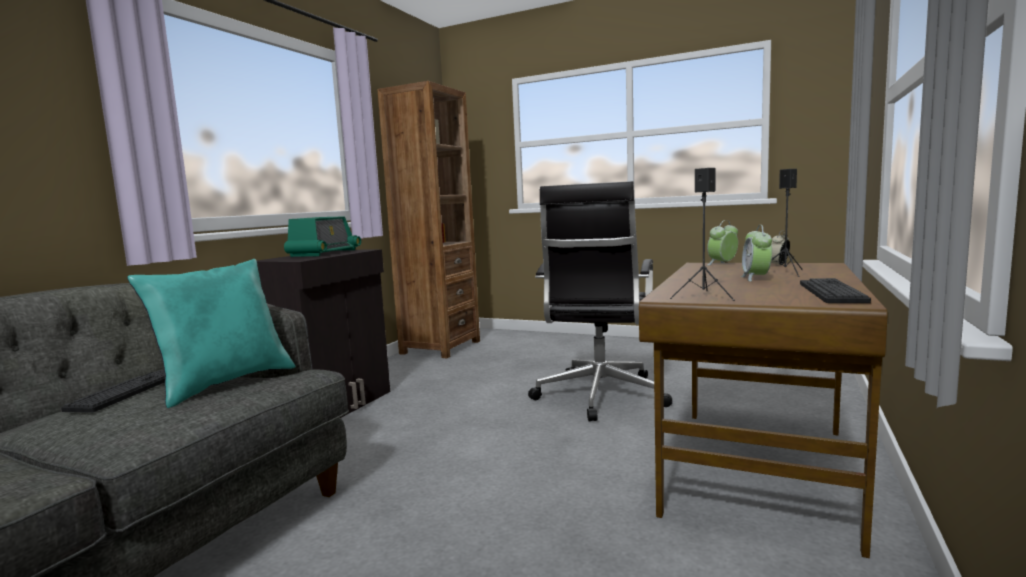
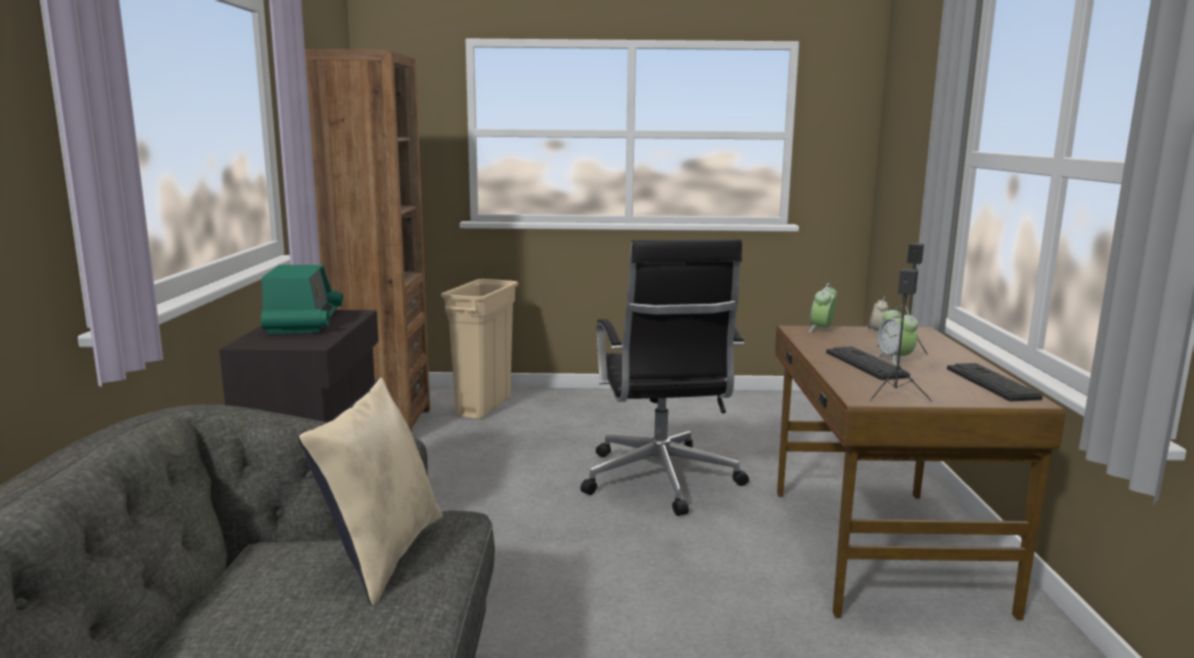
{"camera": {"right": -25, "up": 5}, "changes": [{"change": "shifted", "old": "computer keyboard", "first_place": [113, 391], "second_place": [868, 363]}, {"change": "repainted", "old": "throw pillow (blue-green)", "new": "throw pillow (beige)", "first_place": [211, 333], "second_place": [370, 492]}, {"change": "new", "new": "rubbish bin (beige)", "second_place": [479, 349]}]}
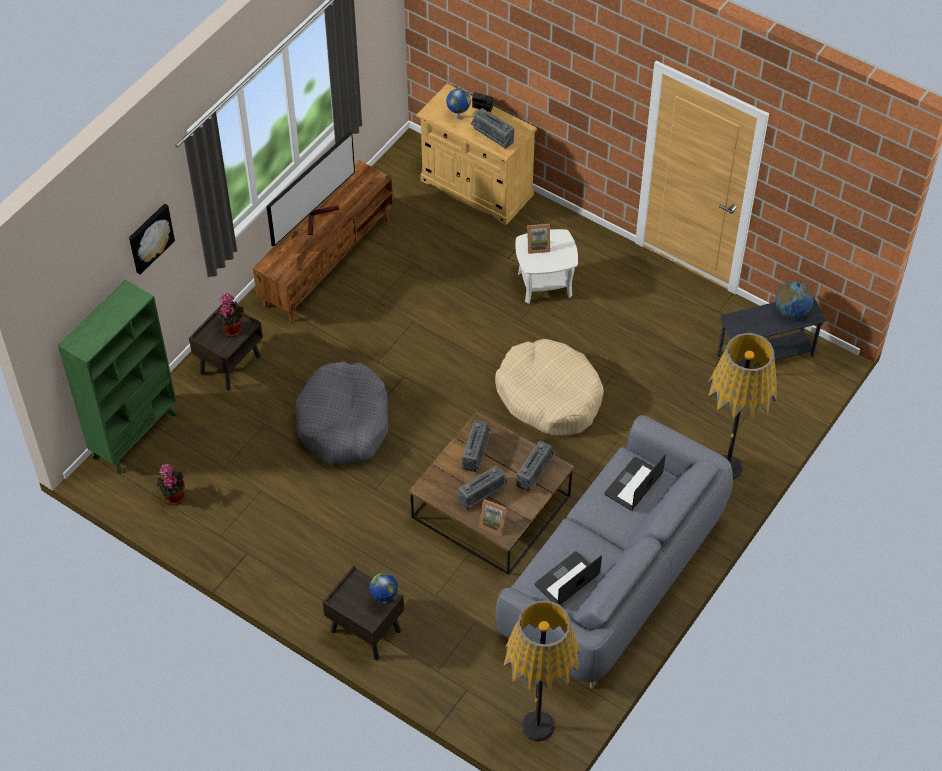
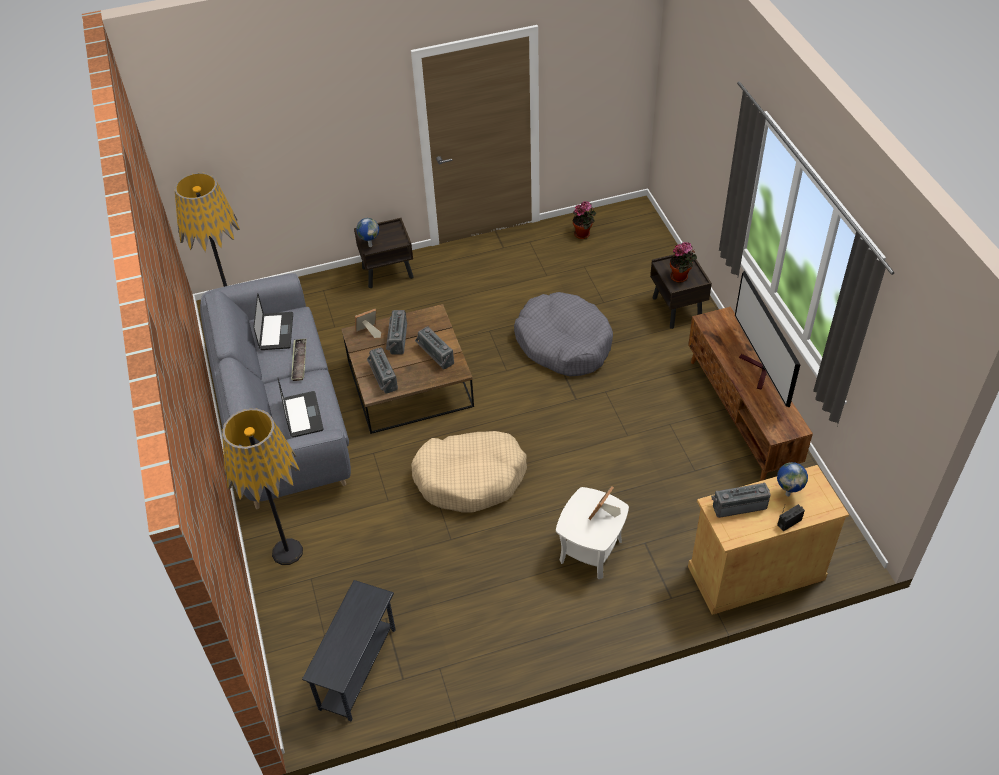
{"camera": {"right": 130, "up": -5}, "changes": [{"change": "gone", "old": "bookshelf (green)", "first_place": [117, 377]}, {"change": "gone", "old": "picture", "first_place": [152, 239]}, {"change": "gone", "old": "desk globe", "first_place": [794, 300]}, {"change": "new", "new": "carrying tray", "second_place": [298, 360]}]}
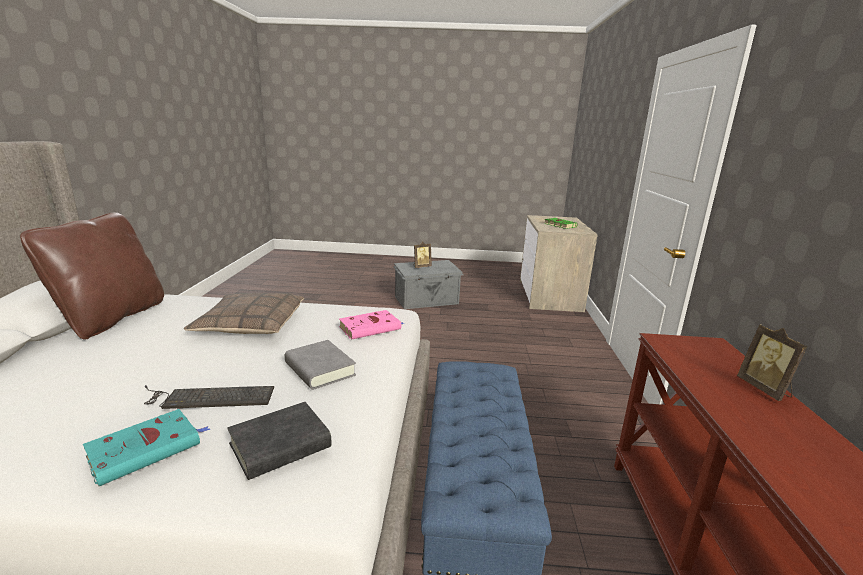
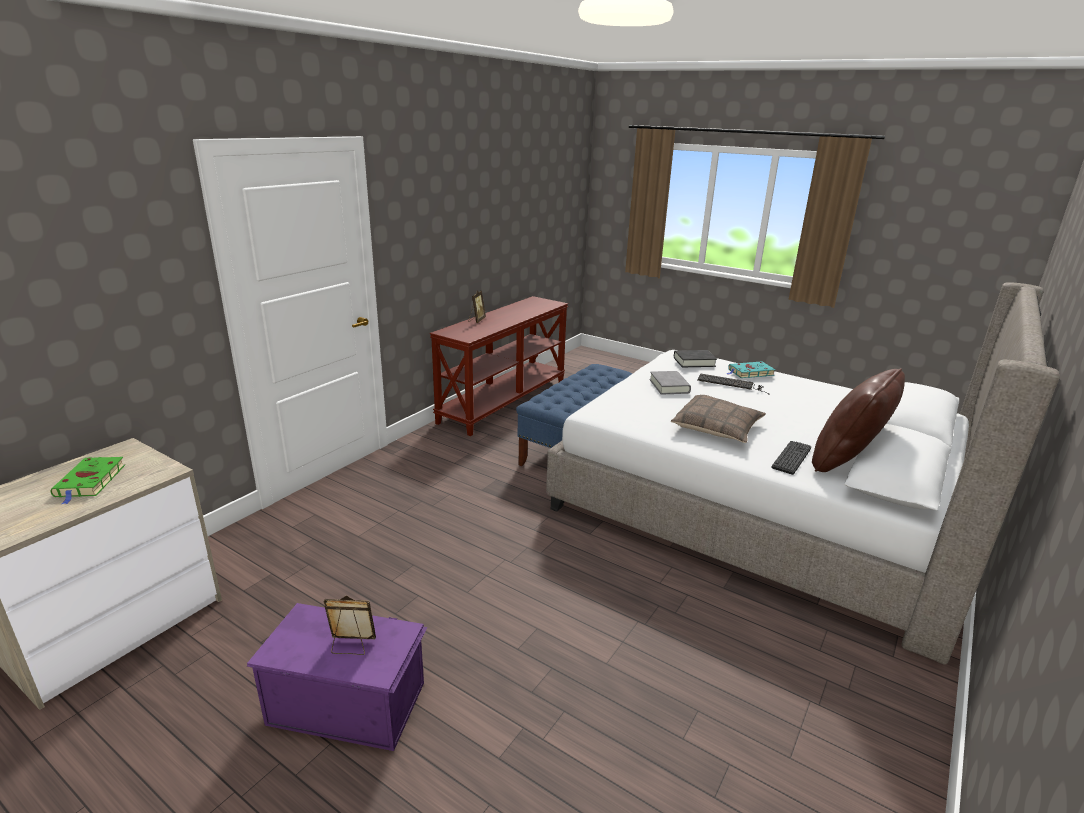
{"camera": {"right": -150, "up": 5}, "changes": [{"change": "gone", "old": "bound book (pink)", "first_place": [371, 325]}, {"change": "repainted", "old": "storage bin (grey)", "new": "storage bin (purplish)", "first_place": [428, 284], "second_place": [337, 677]}, {"change": "new", "new": "computer keyboard", "second_place": [791, 458]}]}
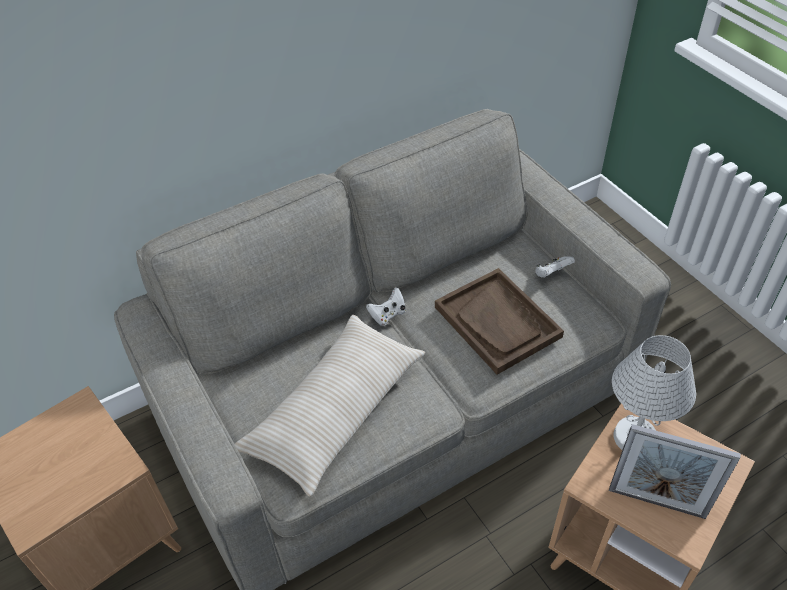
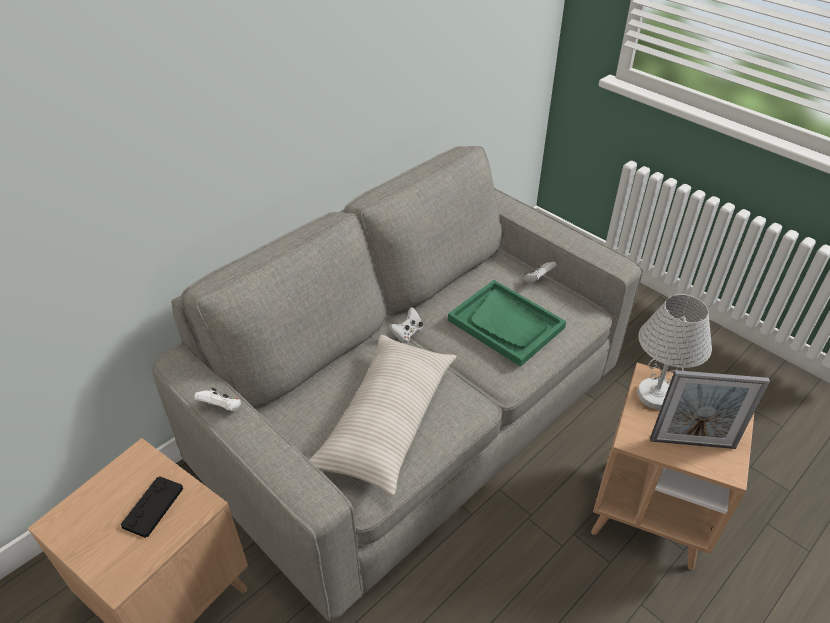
{"camera": {"right": -15, "up": -5}, "changes": [{"change": "repainted", "old": "carrying tray (brown-coloured)", "new": "carrying tray (green)", "first_place": [499, 321], "second_place": [507, 323]}, {"change": "new", "new": "game controller (black-coloured)", "second_place": [152, 507]}, {"change": "new", "new": "game controller (white)", "second_place": [217, 399]}]}
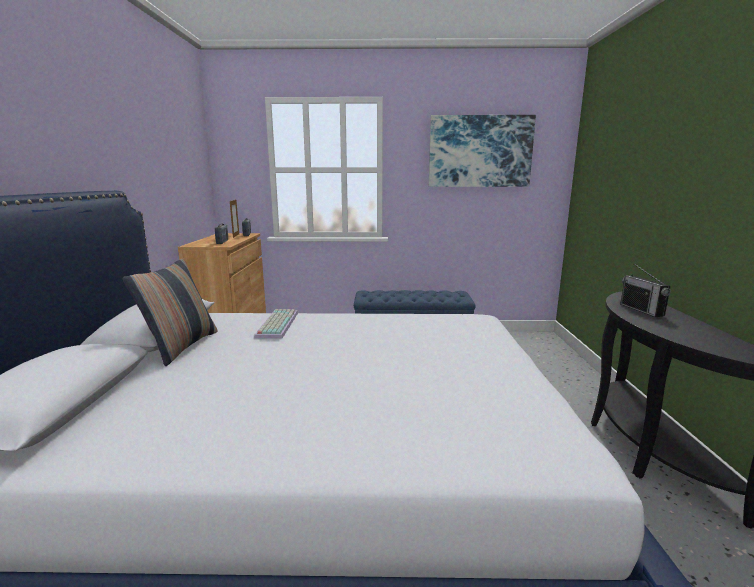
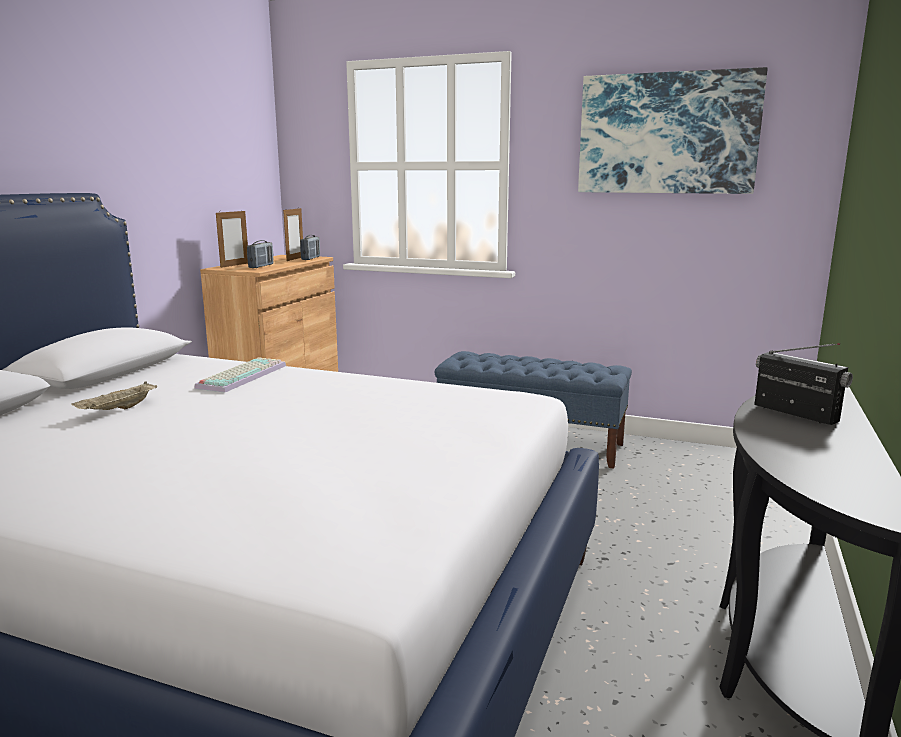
{"camera": {"right": 20, "up": 0}, "changes": [{"change": "gone", "old": "throw pillow", "first_place": [170, 312]}, {"change": "rotated", "old": "radio", "first_place": [645, 290], "second_place": [803, 384], "degrees": 135}, {"change": "new", "new": "carrying tray (beige)", "second_place": [114, 395]}, {"change": "new", "new": "picture frame", "second_place": [232, 239]}]}
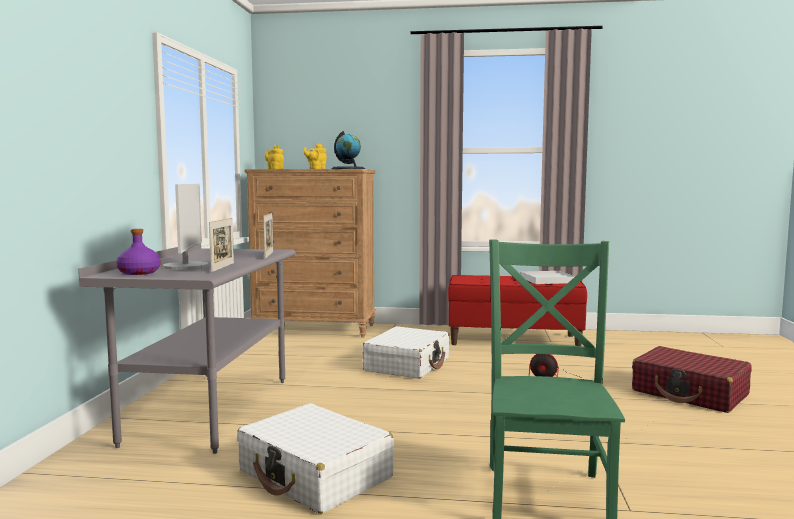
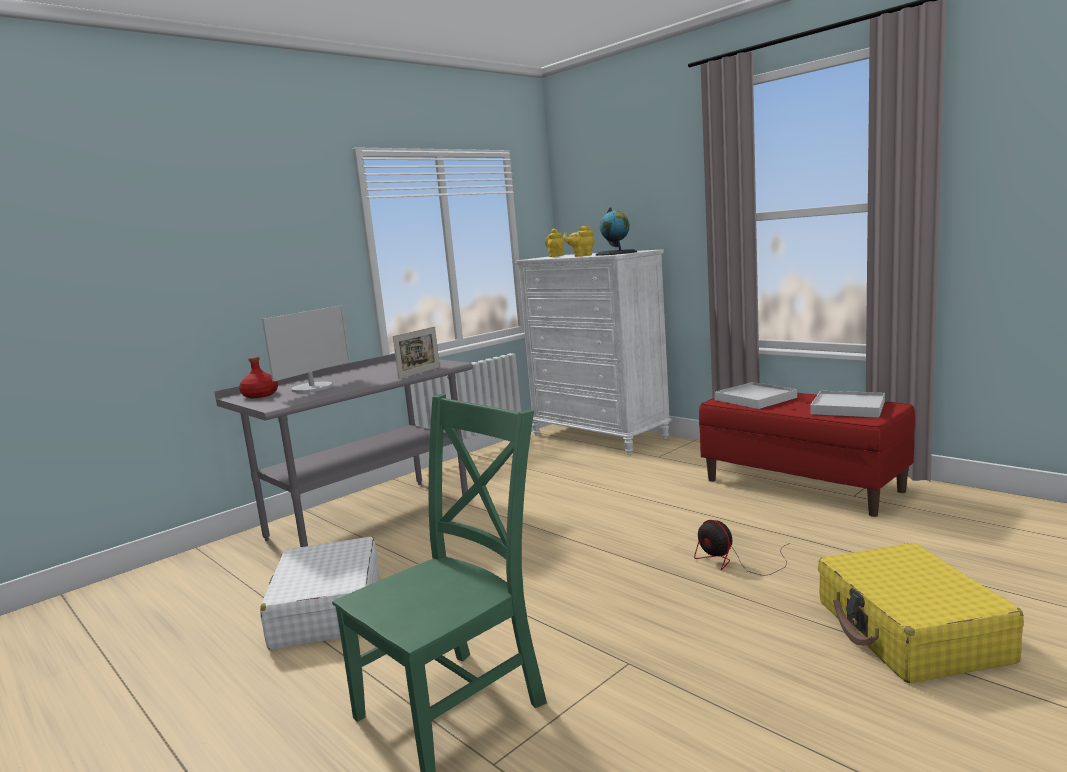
{"camera": {"right": 40, "up": 5}, "changes": [{"change": "repainted", "old": "drink bottle (purplish)", "new": "drink bottle (red-coloured)", "first_place": [138, 252], "second_place": [258, 377]}, {"change": "gone", "old": "picture frame", "first_place": [221, 245]}, {"change": "repainted", "old": "chest of drawers (brown-coloured)", "new": "chest of drawers (white)", "first_place": [310, 253], "second_place": [593, 352]}, {"change": "gone", "old": "travel case (white)", "first_place": [405, 352]}, {"change": "repainted", "old": "travel case (red-coloured)", "new": "travel case (yellow)", "first_place": [692, 379], "second_place": [921, 613]}, {"change": "new", "new": "carrying tray (white)", "second_place": [755, 395]}]}
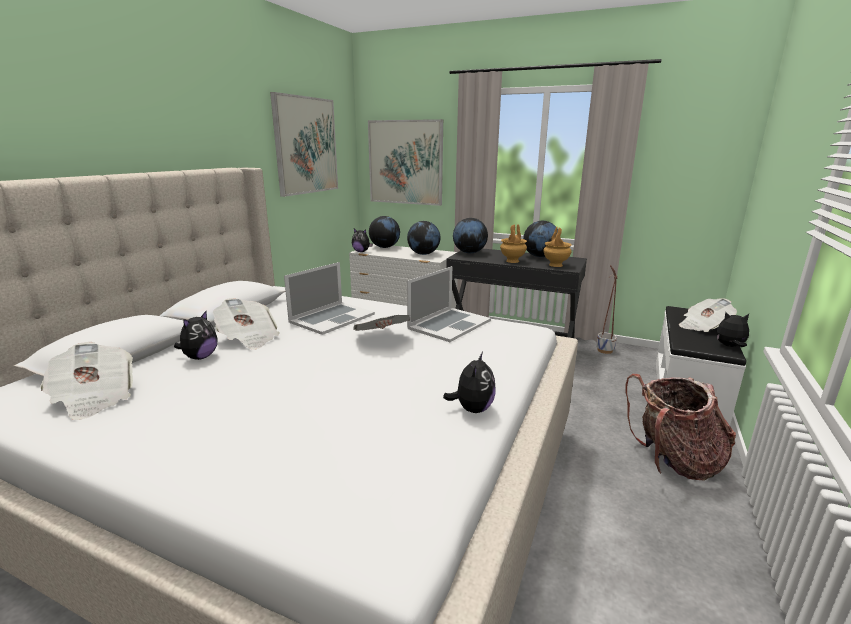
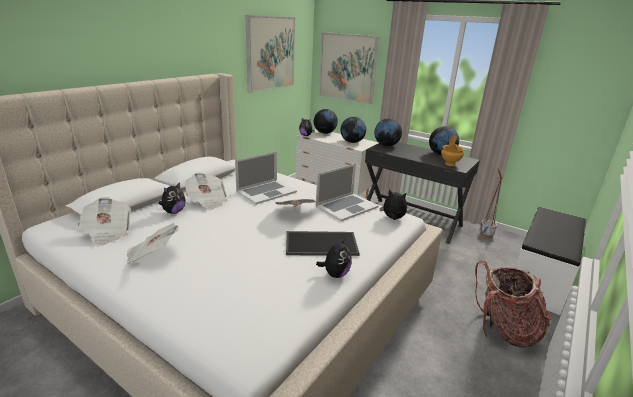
{"camera": {"right": 10, "up": 5}, "changes": [{"change": "gone", "old": "flower vase (brown-coloured)", "first_place": [513, 243]}, {"change": "shifted", "old": "printed paper", "first_place": [708, 315], "second_place": [153, 243]}, {"change": "shifted", "old": "soft toy", "first_place": [733, 329], "second_place": [393, 204]}, {"change": "new", "new": "carrying tray", "second_place": [323, 243]}]}
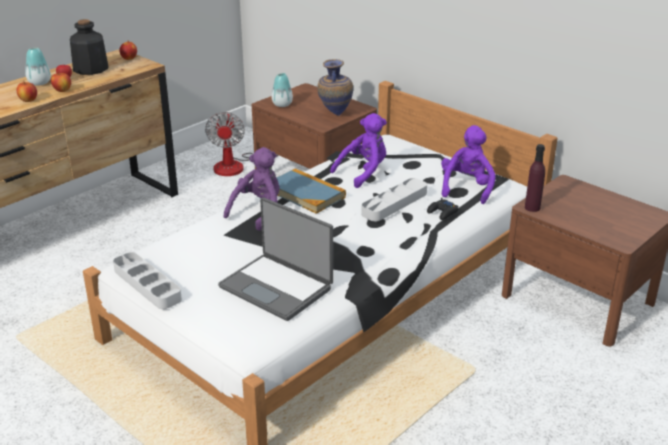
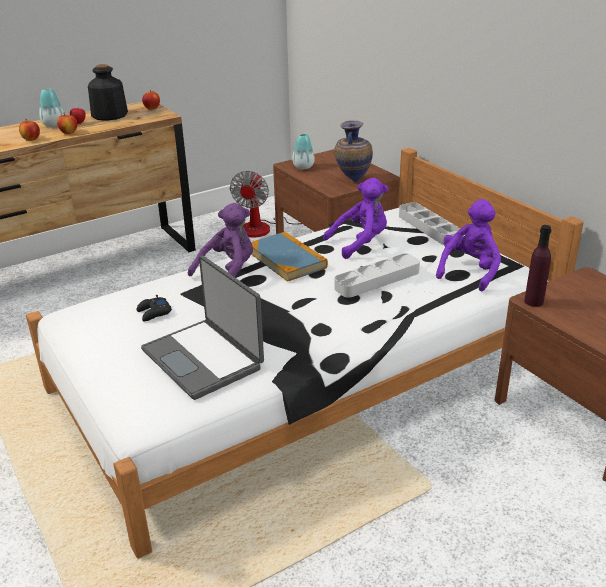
{"camera": {"right": 15, "up": 0}, "changes": [{"change": "shifted", "old": "carrying tray (grey)", "first_place": [147, 280], "second_place": [430, 223]}, {"change": "shifted", "old": "game controller (black-coloured)", "first_place": [443, 209], "second_place": [154, 308]}]}
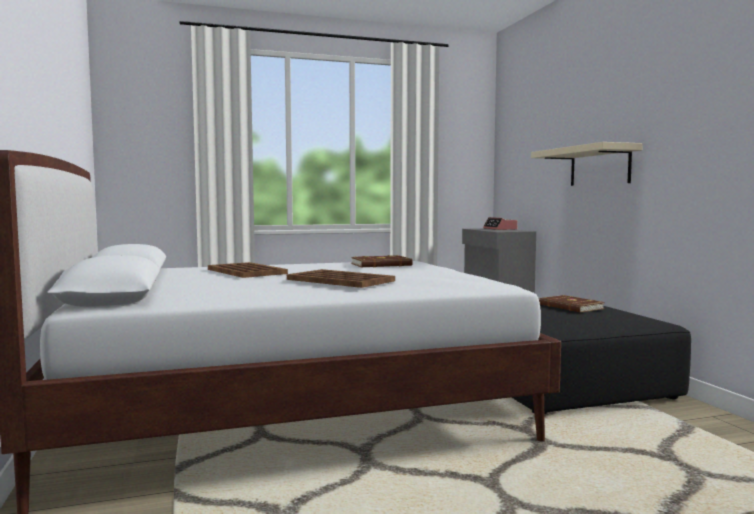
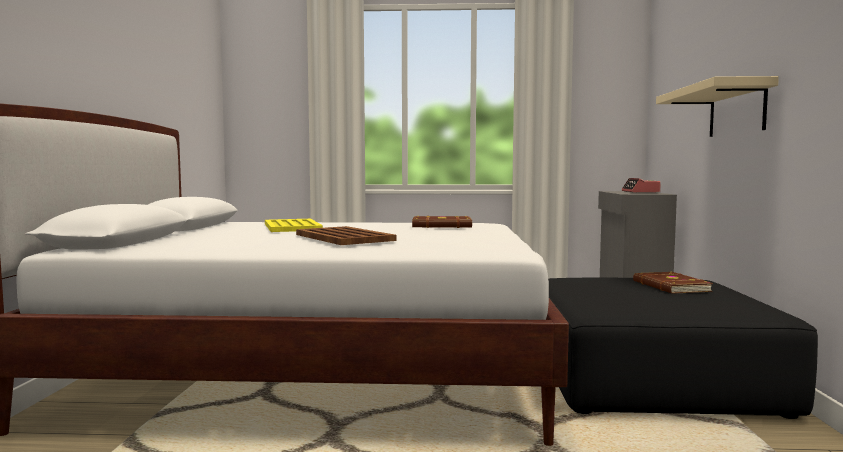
{"camera": {"right": 20, "up": 0}, "changes": [{"change": "repainted", "old": "carrying tray (brown-coloured)", "new": "carrying tray (yellow)", "first_place": [248, 270], "second_place": [294, 225]}]}
